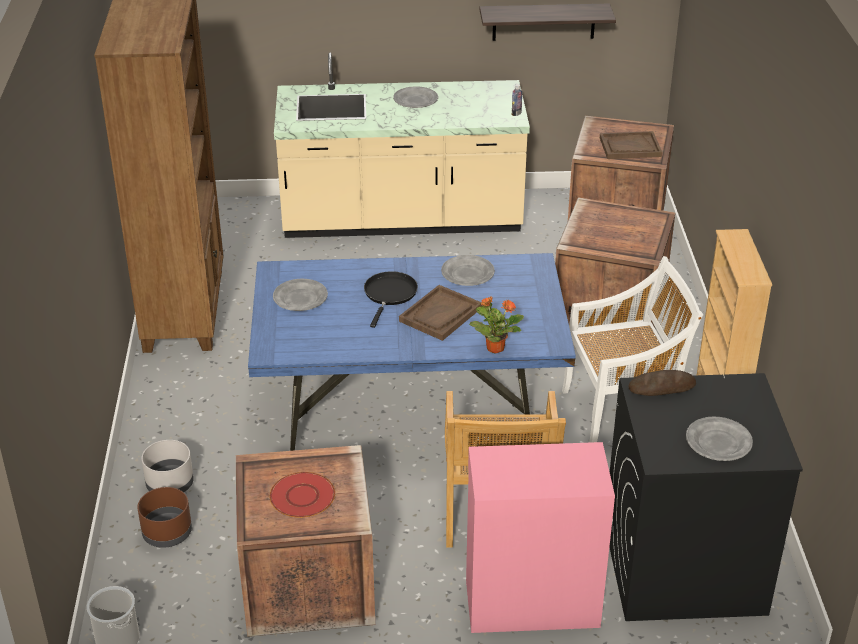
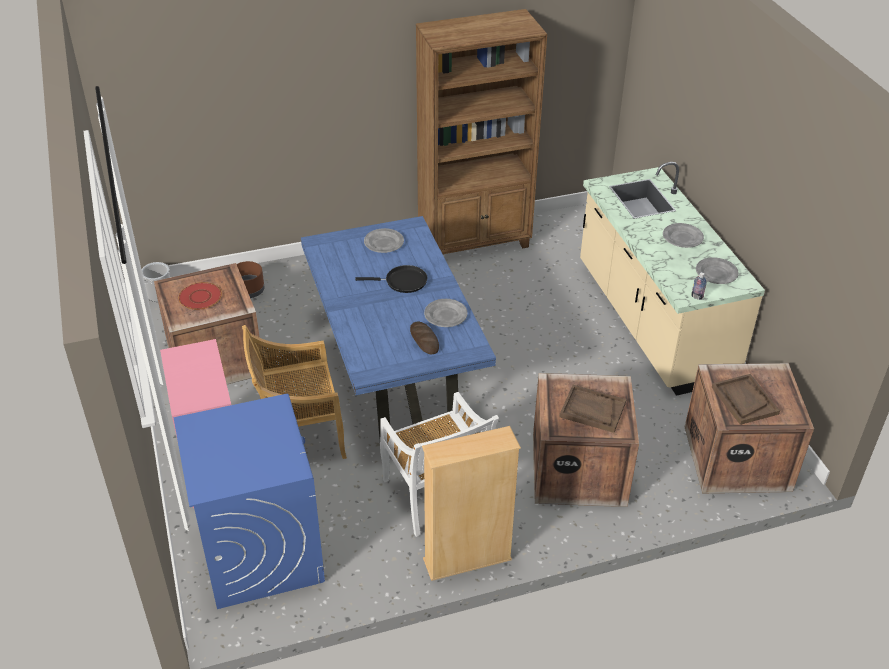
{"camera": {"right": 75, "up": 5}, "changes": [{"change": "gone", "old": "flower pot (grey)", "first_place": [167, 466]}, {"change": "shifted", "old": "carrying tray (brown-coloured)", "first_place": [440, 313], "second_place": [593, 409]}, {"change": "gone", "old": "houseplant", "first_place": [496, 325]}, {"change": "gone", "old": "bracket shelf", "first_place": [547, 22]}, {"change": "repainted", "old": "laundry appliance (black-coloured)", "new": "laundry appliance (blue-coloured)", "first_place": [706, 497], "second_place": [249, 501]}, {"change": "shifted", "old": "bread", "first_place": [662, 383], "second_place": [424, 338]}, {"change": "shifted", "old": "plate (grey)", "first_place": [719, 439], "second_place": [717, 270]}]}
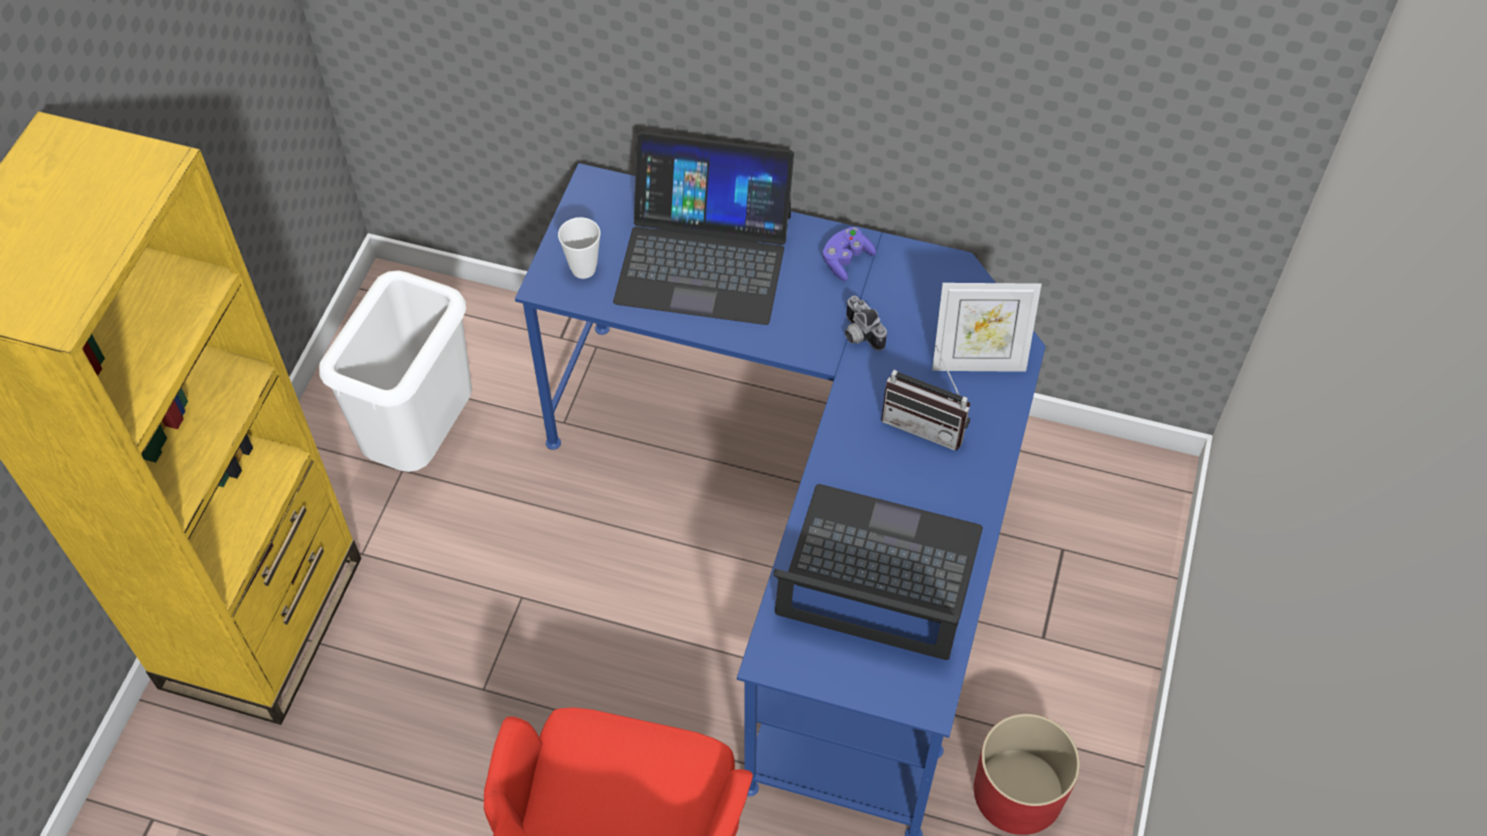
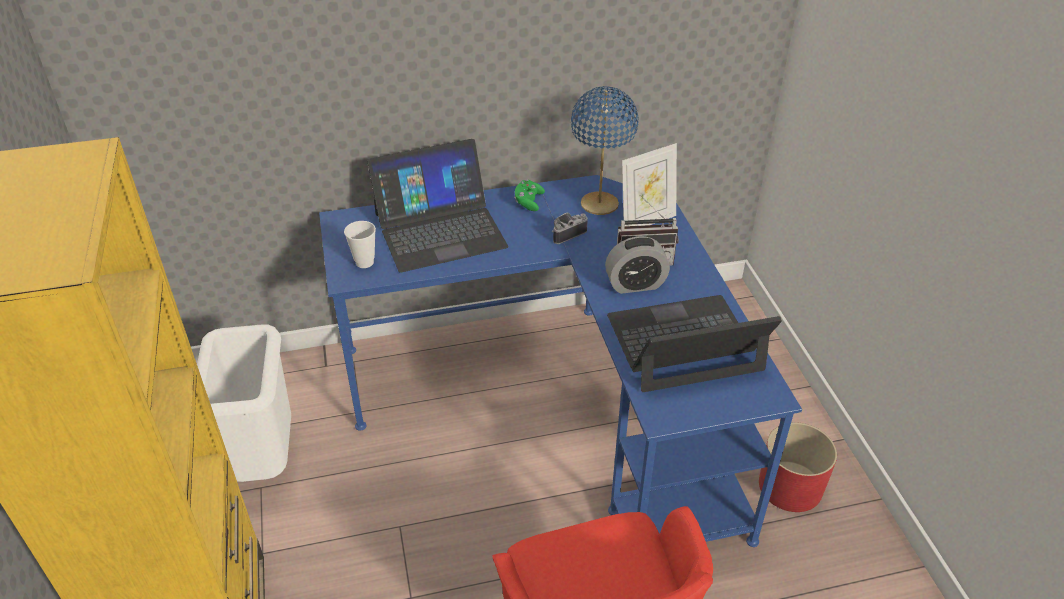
{"camera": {"right": -30, "up": -15}, "changes": [{"change": "repainted", "old": "game controller (purplish)", "new": "game controller (green)", "first_place": [849, 254], "second_place": [529, 195]}, {"change": "rotated", "old": "photo camera", "first_place": [866, 323], "second_place": [570, 228], "degrees": 120}, {"change": "new", "new": "lamp for a table (blue-coloured)", "second_place": [605, 150]}, {"change": "new", "new": "alarm clock", "second_place": [637, 265]}]}
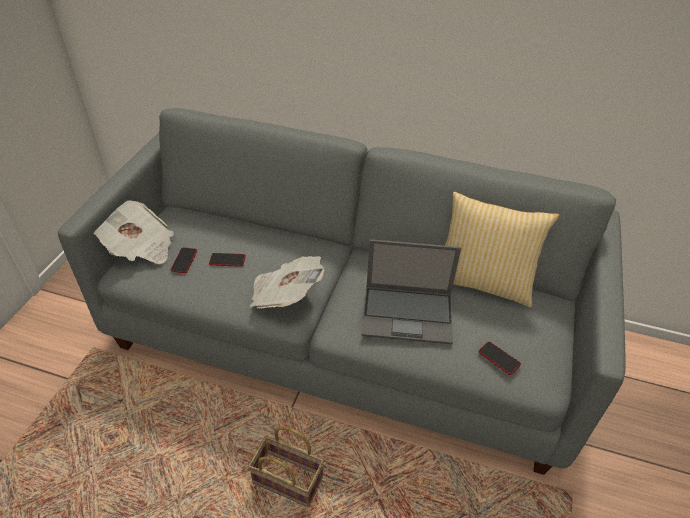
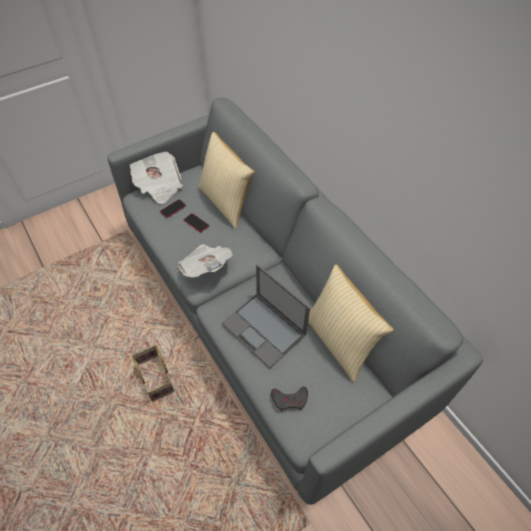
{"camera": {"right": 40, "up": 10}, "changes": [{"change": "swapped", "old": "phone", "new": "game controller (grey)", "first_place": [499, 358], "second_place": [289, 399]}, {"change": "new", "new": "throw pillow", "second_place": [226, 180]}]}
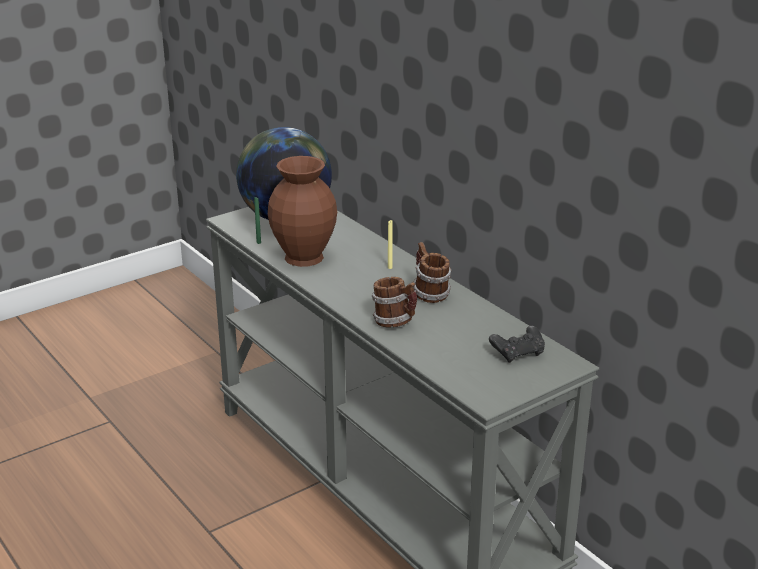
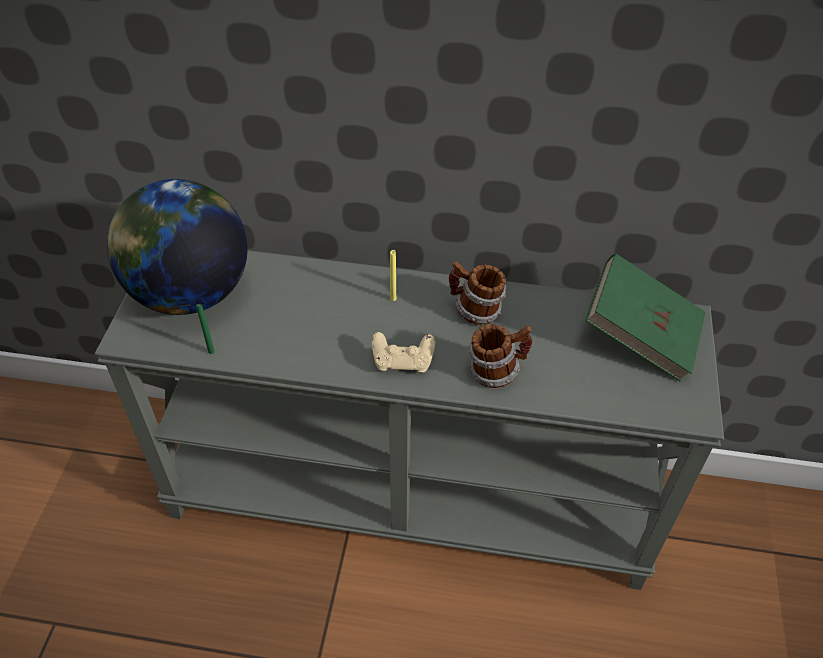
{"camera": {"right": -45, "up": 20}, "changes": [{"change": "gone", "old": "flower vase (brown-coloured)", "first_place": [302, 211]}, {"change": "swapped", "old": "game controller (black-coloured)", "new": "bound book (green)", "first_place": [517, 344], "second_place": [645, 317]}, {"change": "new", "new": "game controller (beige)", "second_place": [404, 352]}]}
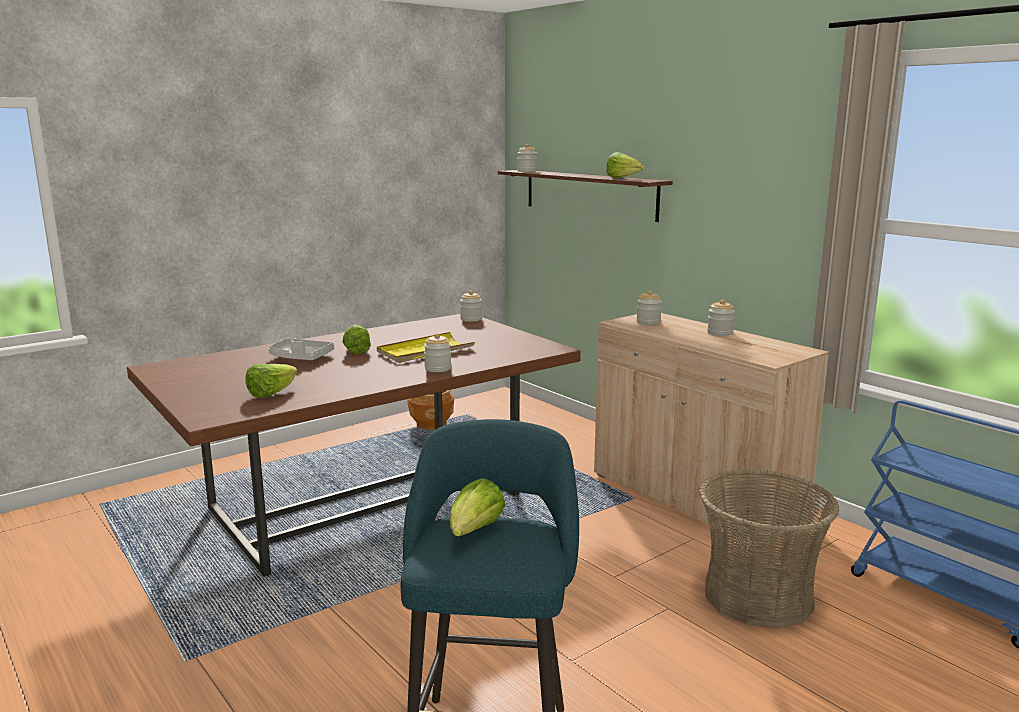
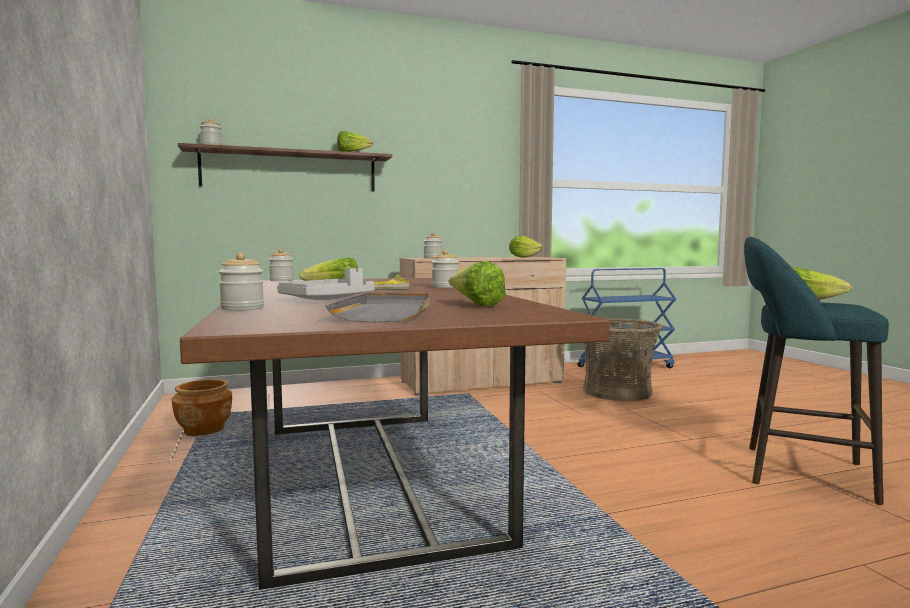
{"camera": {"right": -70, "up": -10}, "changes": [{"change": "shifted", "old": "jar", "first_place": [721, 317], "second_place": [241, 282]}, {"change": "new", "new": "carrying tray (grey)", "second_place": [377, 308]}, {"change": "new", "new": "lettuce", "second_place": [526, 246]}]}
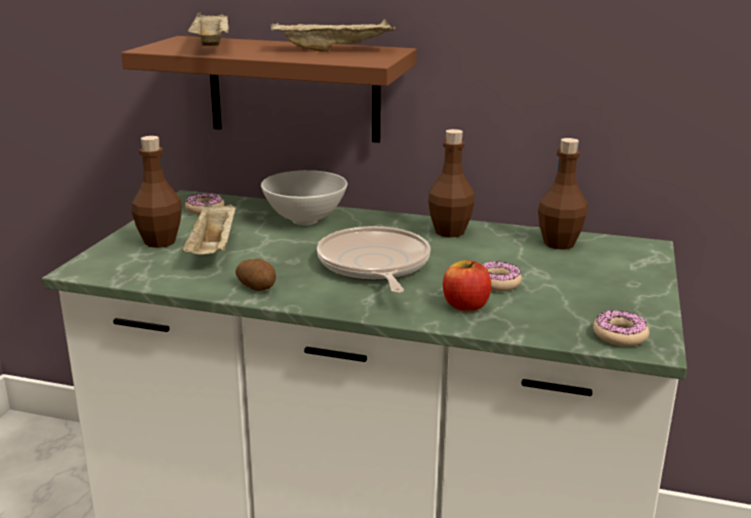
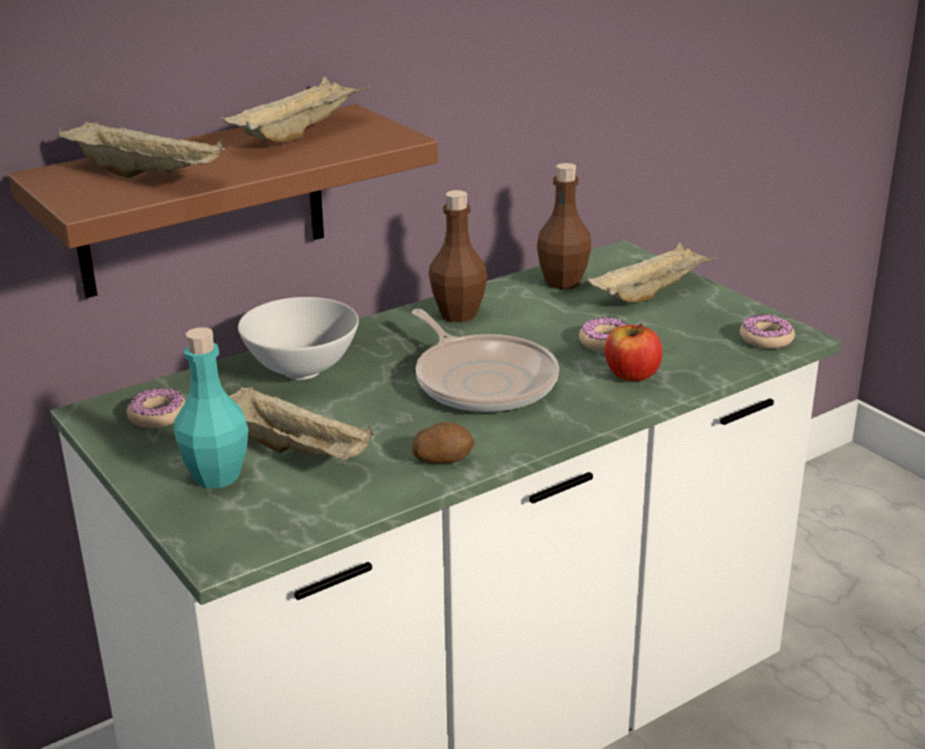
{"camera": {"right": -50, "up": 5}, "changes": [{"change": "repainted", "old": "drink bottle (brown-coloured)", "new": "drink bottle (blue-green)", "first_place": [156, 192], "second_place": [211, 407]}, {"change": "rotated", "old": "pan", "first_place": [374, 259], "second_place": [485, 361], "degrees": -150}, {"change": "new", "new": "carrying tray (beige)", "second_place": [652, 273]}]}
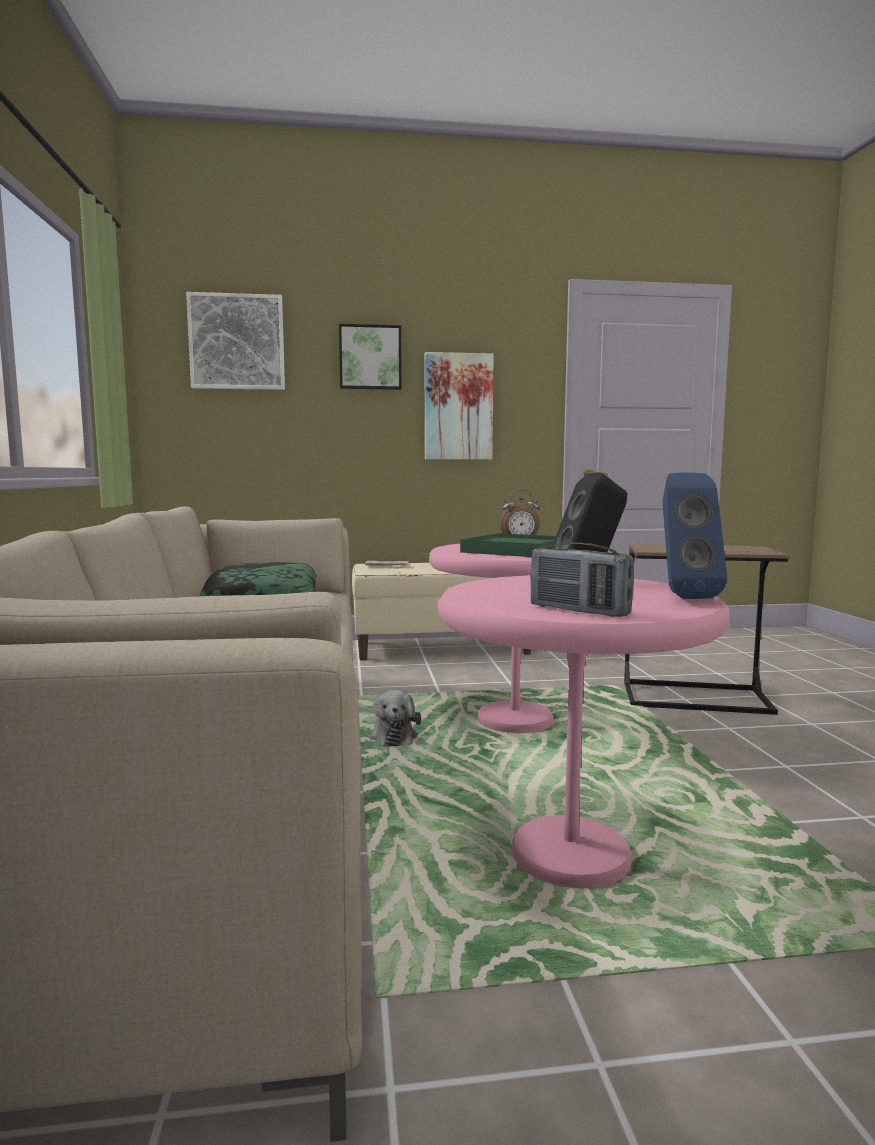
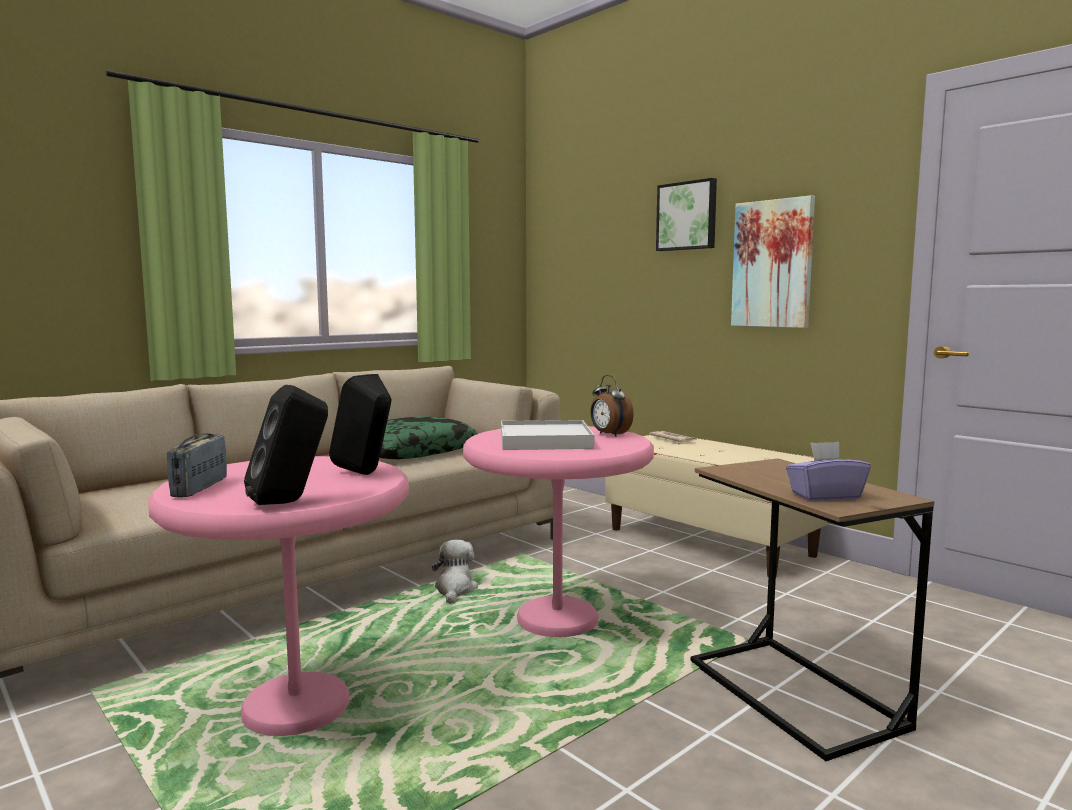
{"camera": {"right": 55, "up": 0}, "changes": [{"change": "gone", "old": "picture", "first_place": [235, 341]}, {"change": "rotated", "old": "soft toy", "first_place": [394, 718], "second_place": [455, 572], "degrees": 135}, {"change": "repainted", "old": "carrying tray (green)", "new": "carrying tray (white)", "first_place": [508, 545], "second_place": [547, 435]}, {"change": "repainted", "old": "speaker (blue-coloured)", "new": "speaker (black-coloured)", "first_place": [695, 535], "second_place": [286, 445]}, {"change": "new", "new": "tissue holder (purplish)", "second_place": [828, 471]}]}
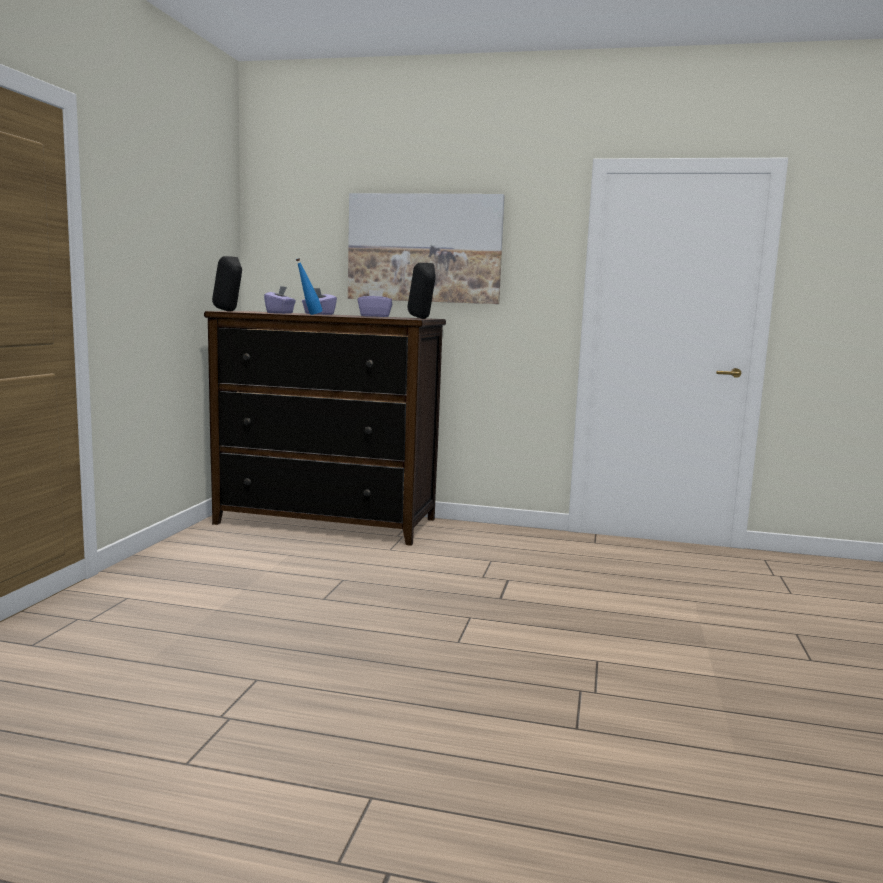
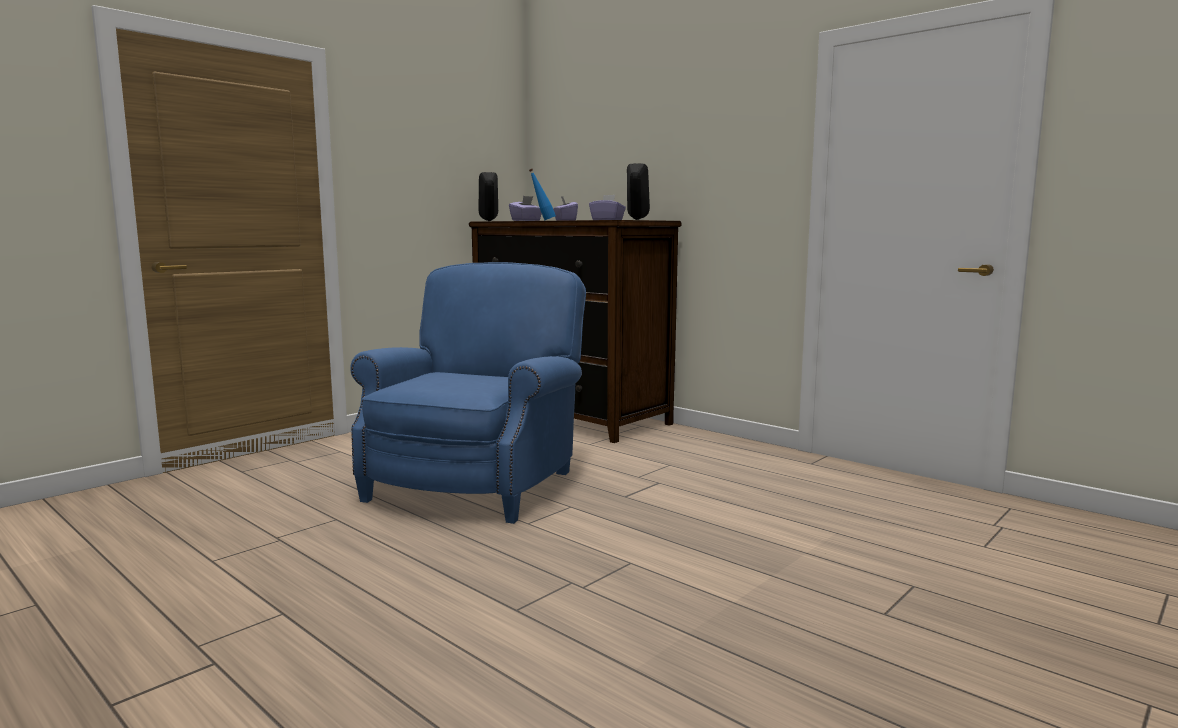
{"camera": {"right": 30, "up": 0}, "changes": [{"change": "gone", "old": "picture", "first_place": [426, 248]}, {"change": "new", "new": "easy chair (blue-coloured)", "second_place": [468, 393]}]}
